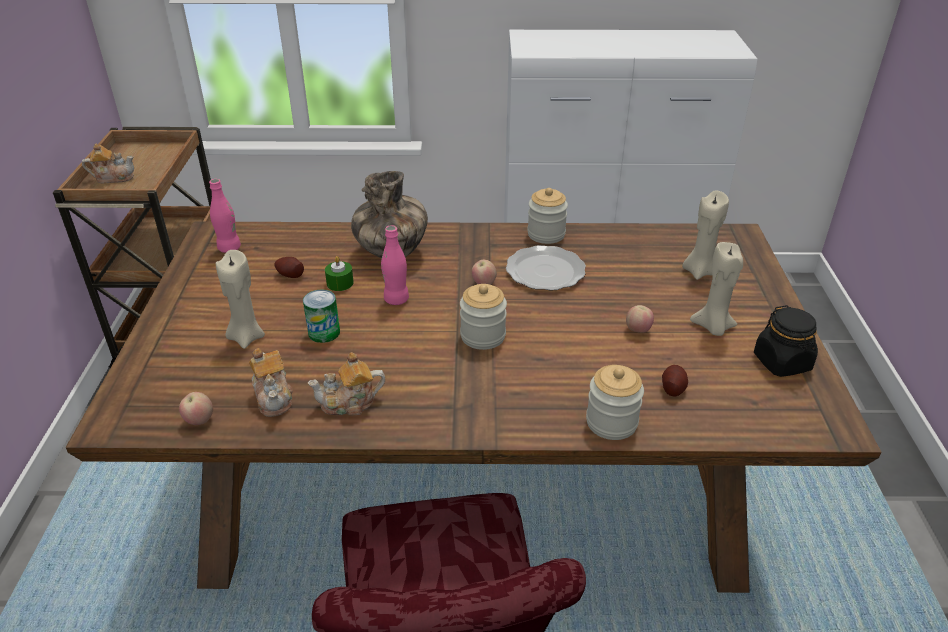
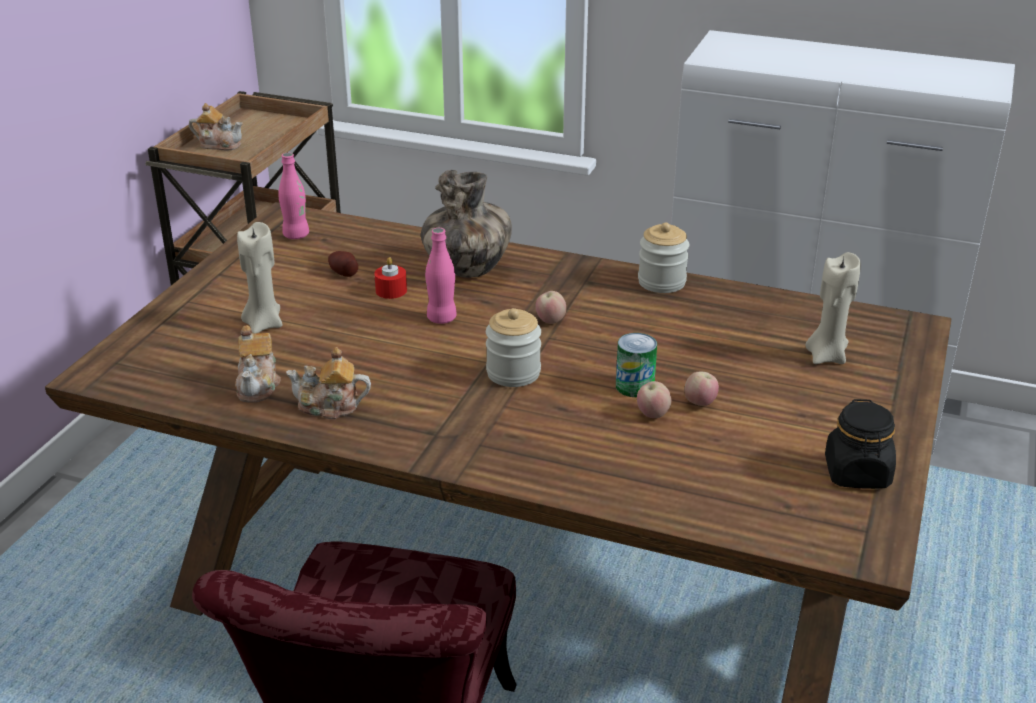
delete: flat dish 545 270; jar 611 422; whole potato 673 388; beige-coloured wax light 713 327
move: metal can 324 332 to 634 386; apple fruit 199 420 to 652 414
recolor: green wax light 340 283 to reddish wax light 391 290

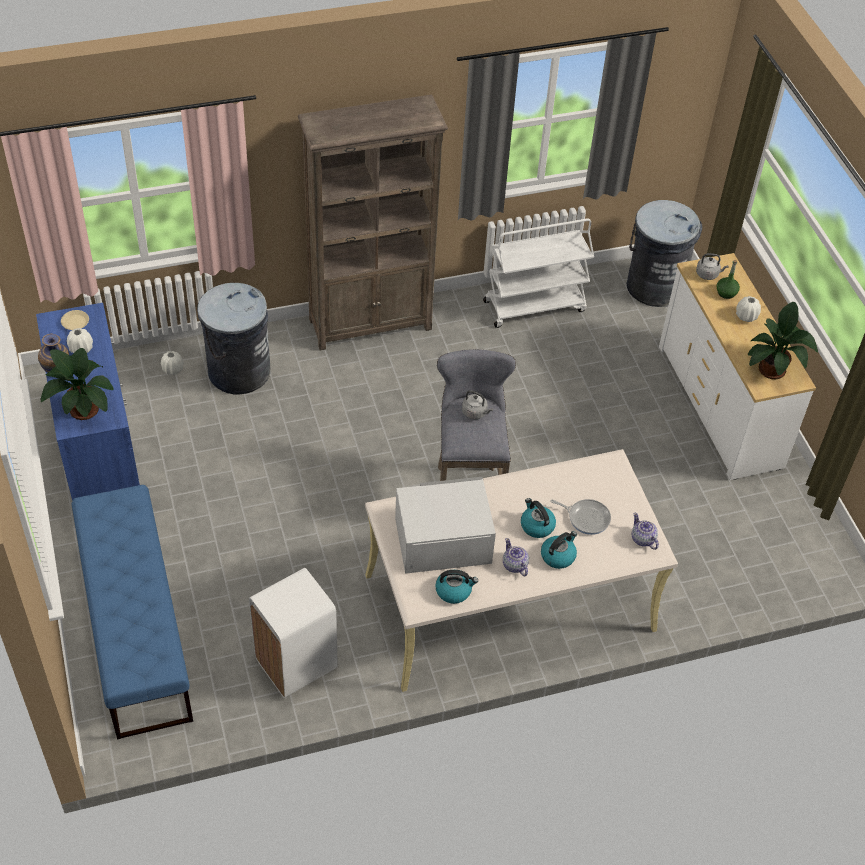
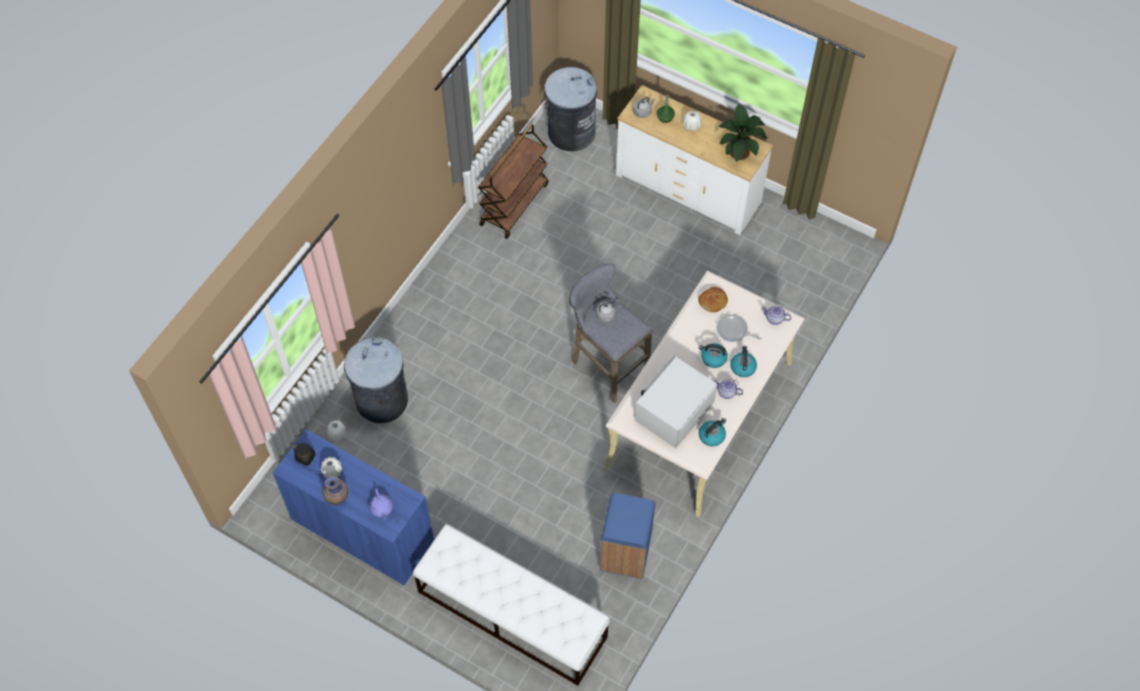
delete: brown bookshelf 371 324
insert: bakery bread 713 302
replace: beige-coloured flat dish 75 322 to blackish jar 305 457; plant in a pot 82 407 to purple pot for tea 382 508
recolor: bluish long seat 136 627 to white-coloured long seat 511 614; white-coloured cart 535 305 to brown cart 514 204; white-coloured waste bin 295 663 to bluish waste bin 624 553
rotate: frying pan 586 518 = 733 331 135 degrees counterclockwise

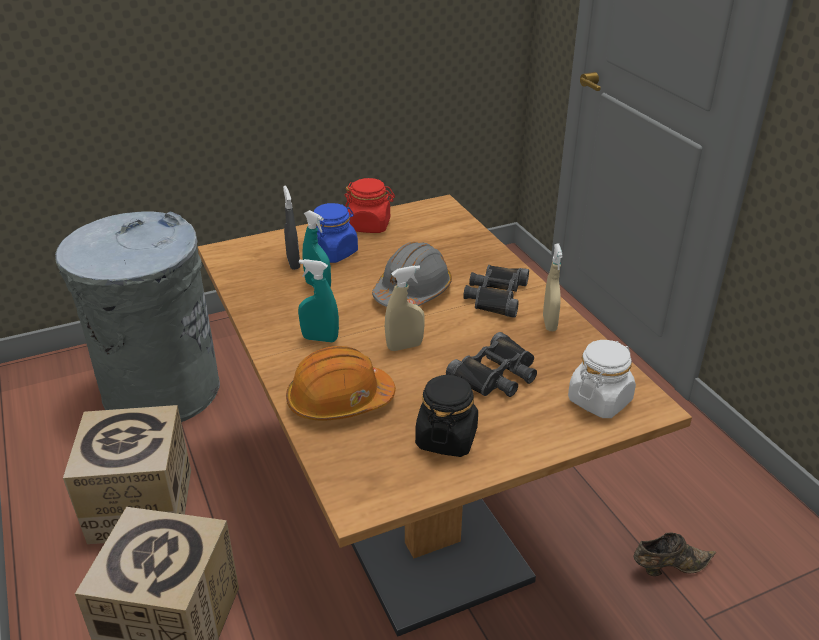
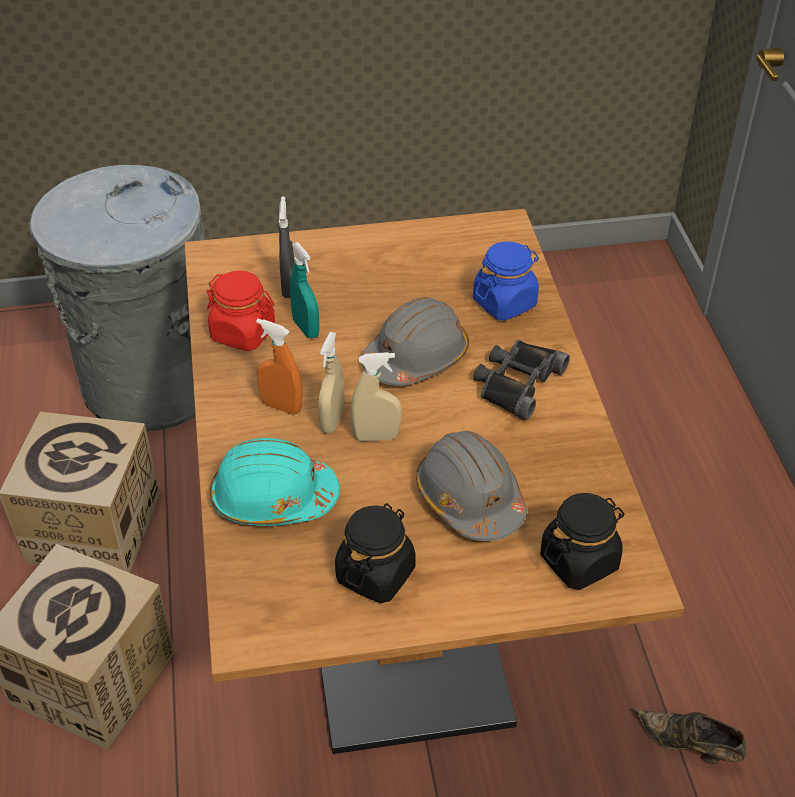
move: reddish jar 369 225 to 243 333; beige-coloured sprayer 549 323 to 332 421; bluish jar 333 252 to 505 302
replace: blackish pair of binoculars 496 375 to grey hard hat 469 499
recolor: orangey hard hat 339 401 to blue-green hard hat 273 498; blue-green sprayer 320 339 to orangey sprayer 281 406; white-coloured jar 599 400 to blackish jar 579 561
rotate: brown item of footwear 668 567 = 689 747 150 degrees counterclockwise

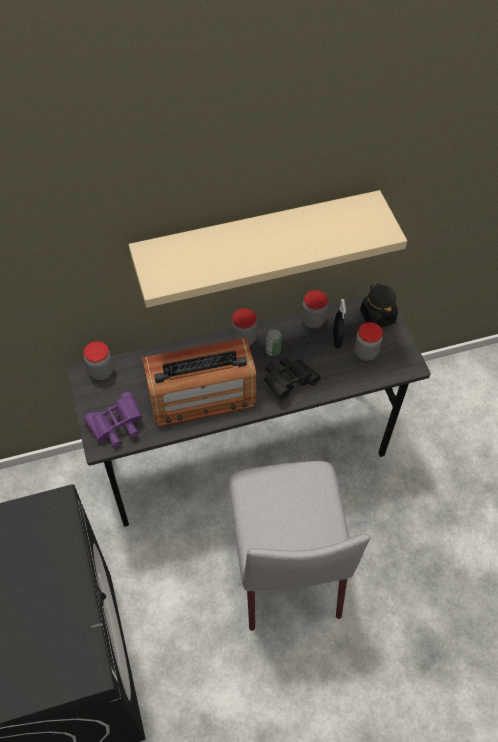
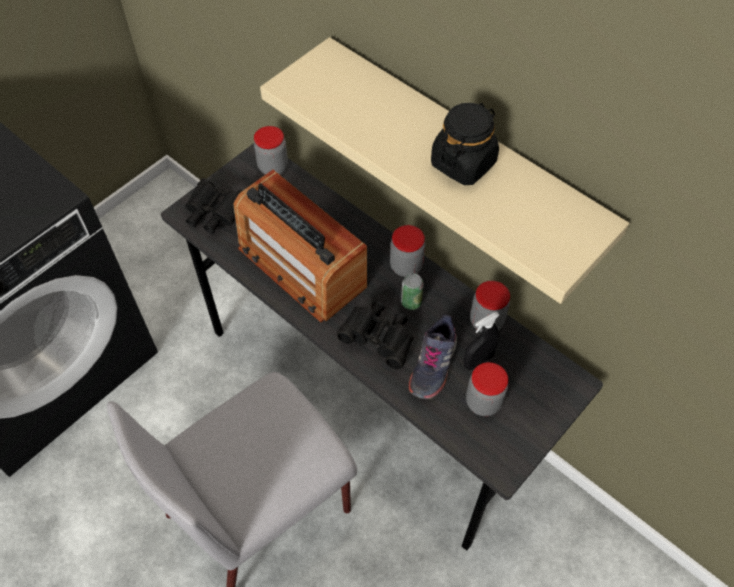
insert: grey item of footwear 432 365
move: blackish jar 377 316 to 463 163
recolor: purple pair of binoculars 117 427 to blackish pair of binoculars 215 214

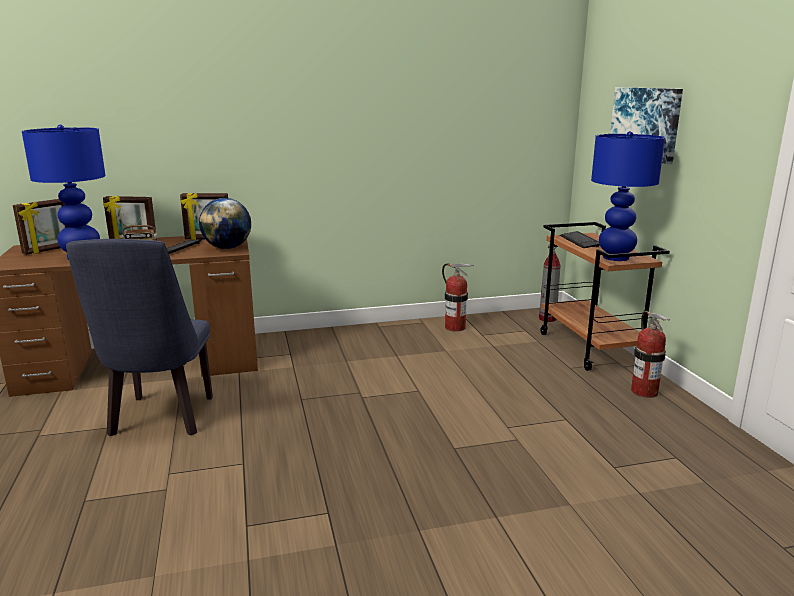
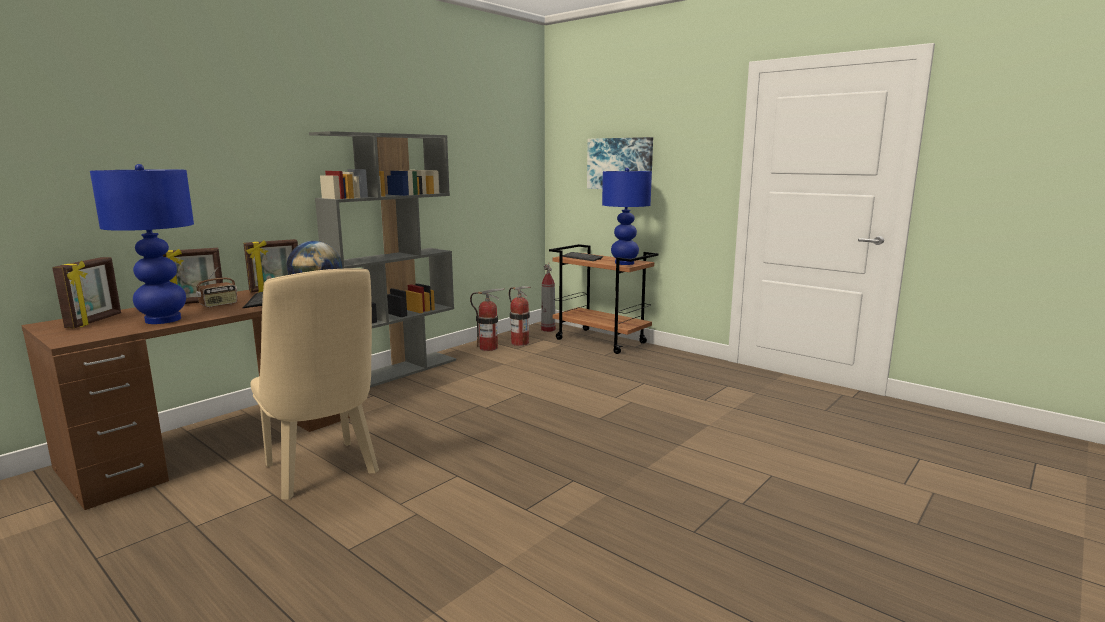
insert: grey bookshelf 397 371
move: extinguisher 644 391 to 520 343
recolor: bluish chair 160 420 to beige-coloured chair 324 473

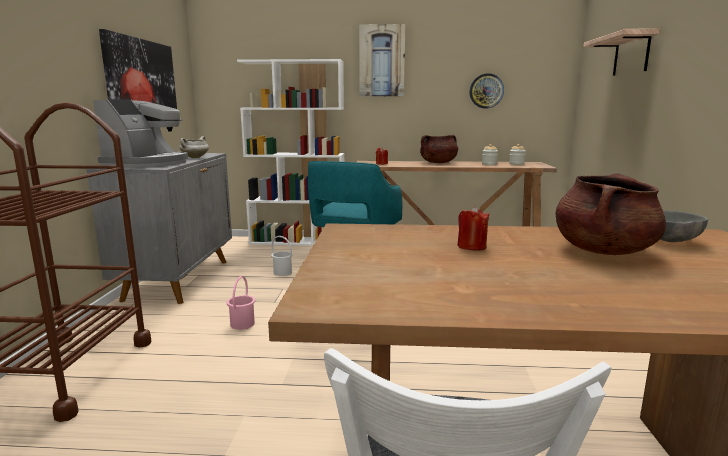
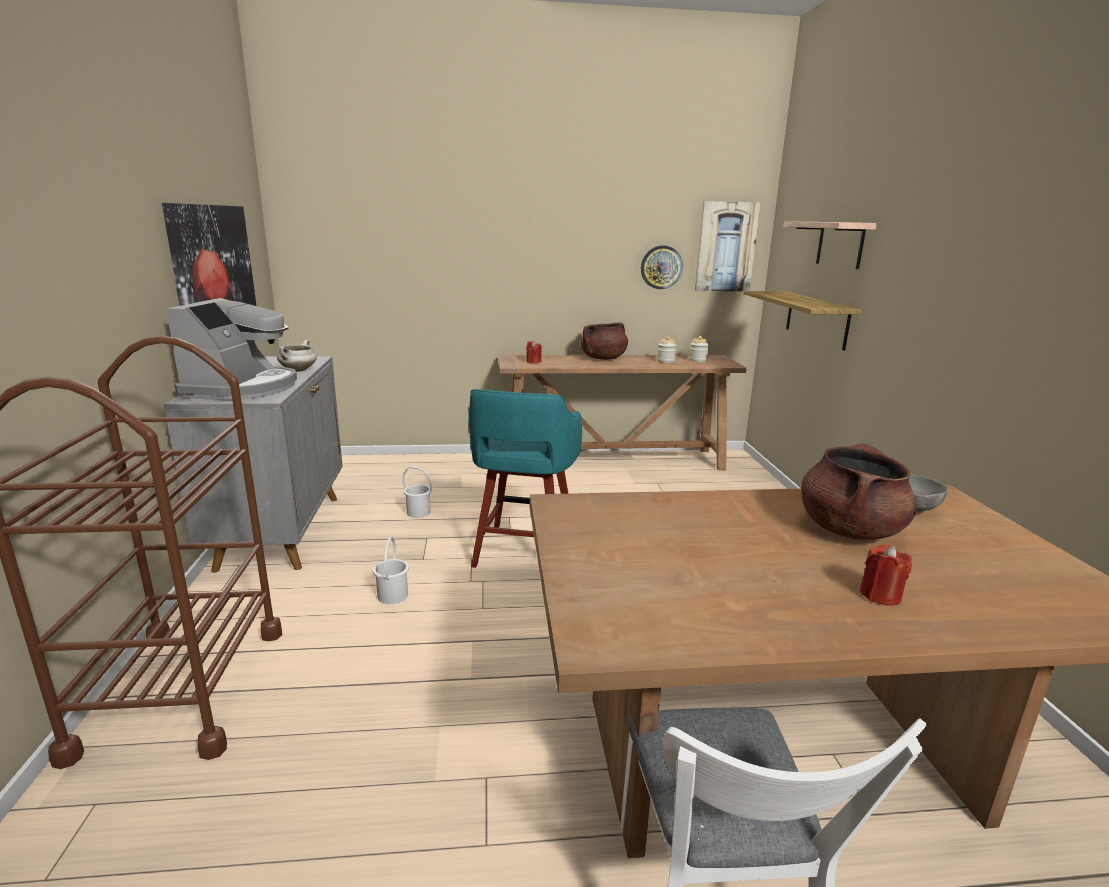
delete: white-coloured bookshelf 298 241
insert: shelf 816 319
move: picture 382 61 to 726 247; reddish wax light 471 246 to 880 595
recolor: pink pail 242 324 to white-coloured pail 392 596

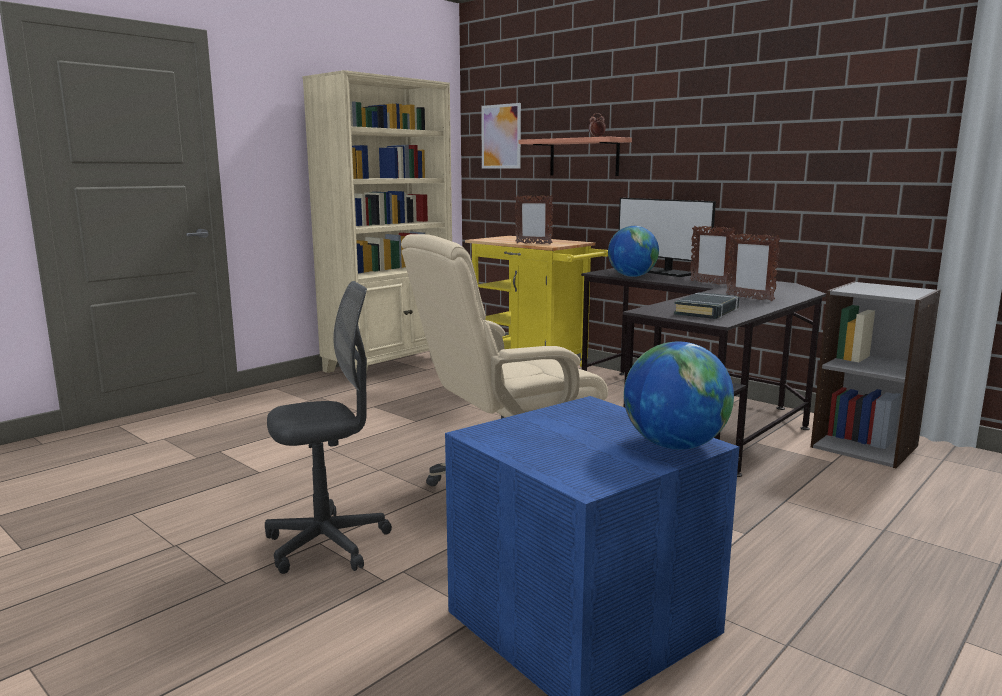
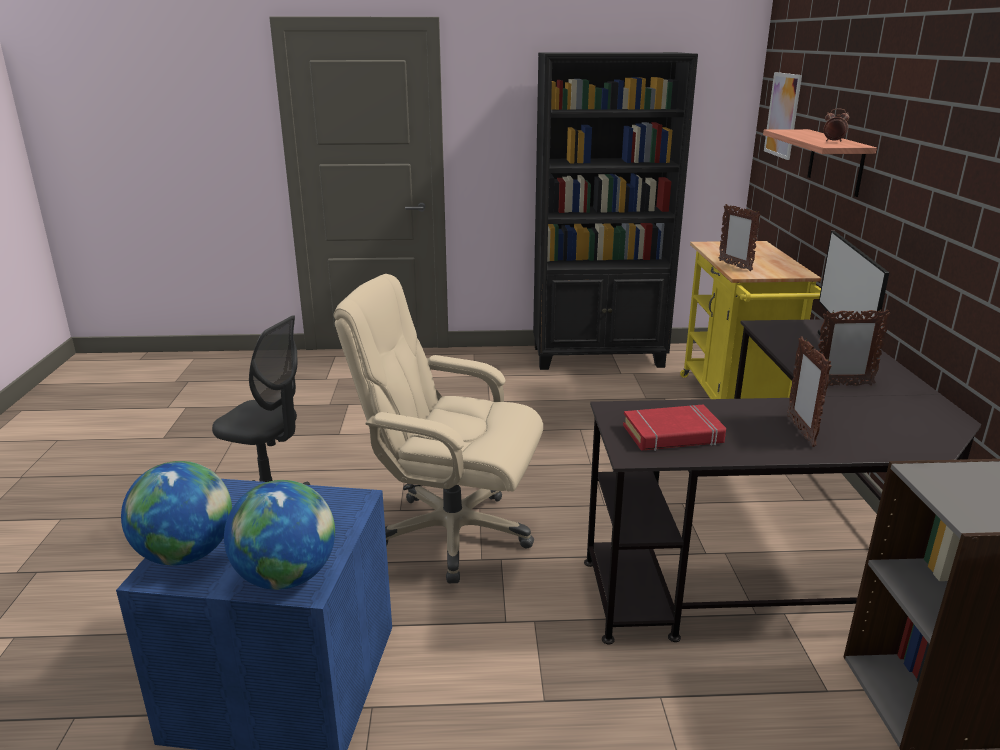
move: world globe 632 276 to 186 554
recolor: beige-coloured bookshelf 390 365 to blackish bookshelf 599 357; blackish volume 707 311 to reddish volume 673 435
rotate: picture frame 710 283 = 842 385 90 degrees counterclockwise

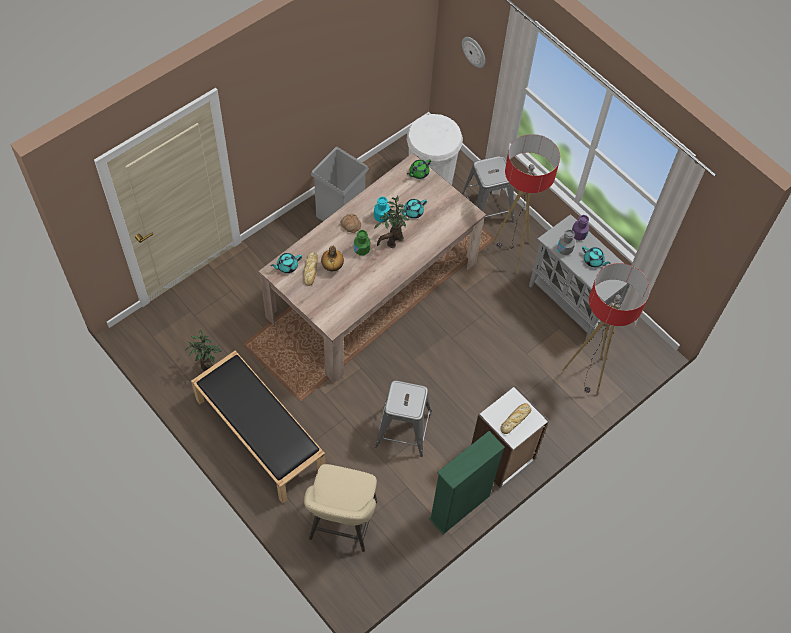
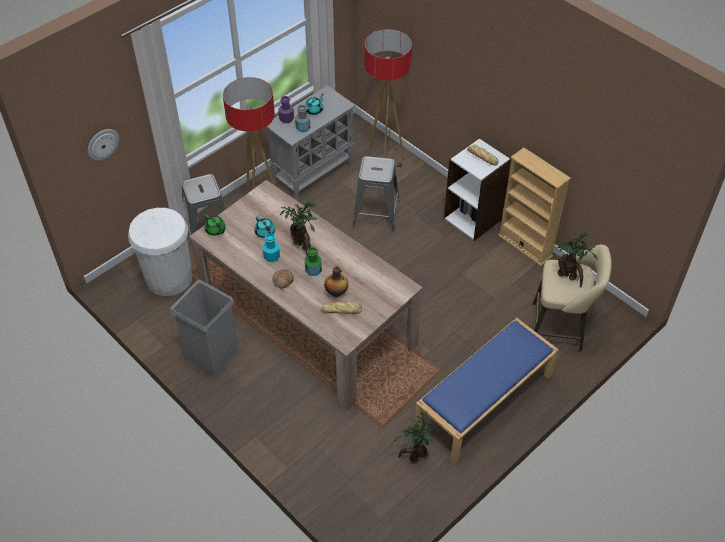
delete: blue-green pot for tea 287 266
insert: plant in a pot 569 277
move: grey sitting stool 403 429 to 375 214
recolor: blackish long seat 259 434 to bluish long seat 484 402; green bookshelf 459 507 to beige-coloured bookshelf 525 245

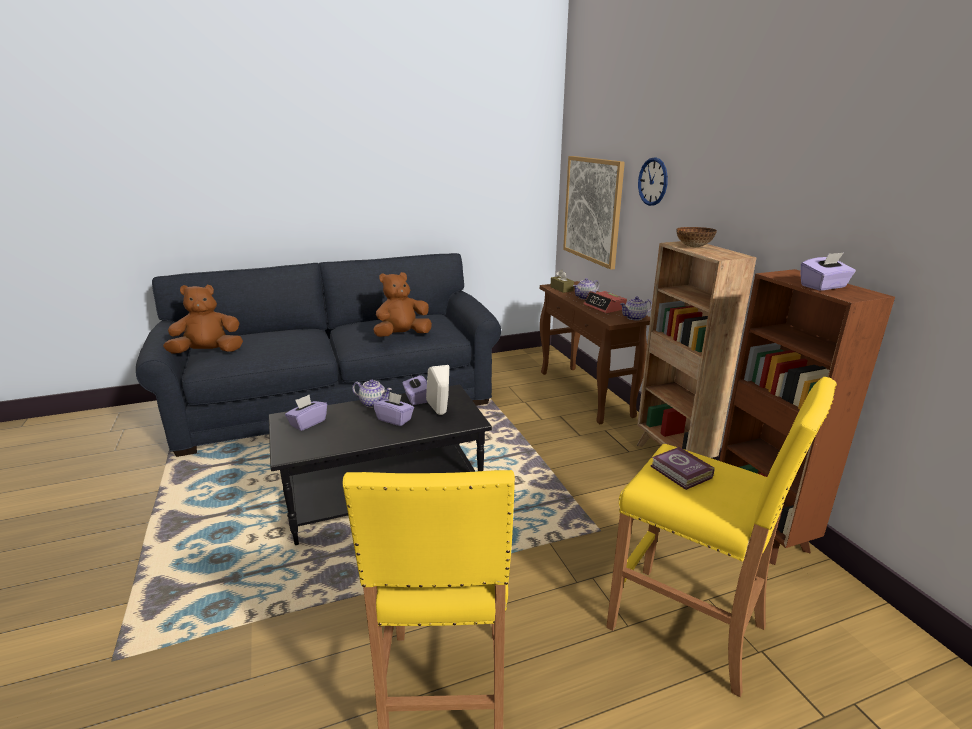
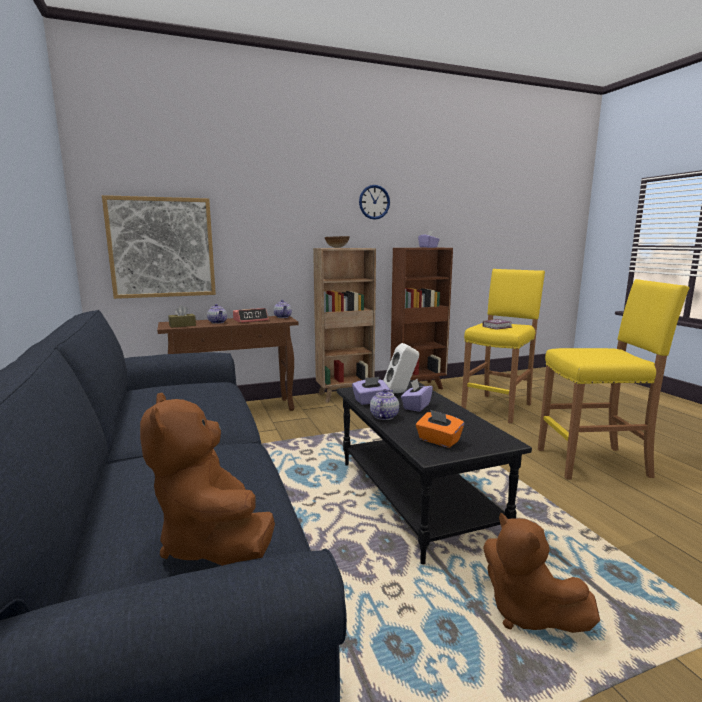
move: wall clock 653 181 to 374 202; brown cuddly toy 402 335 to 526 612
recolor: purple tissue box 307 423 to orangey tissue box 438 441

